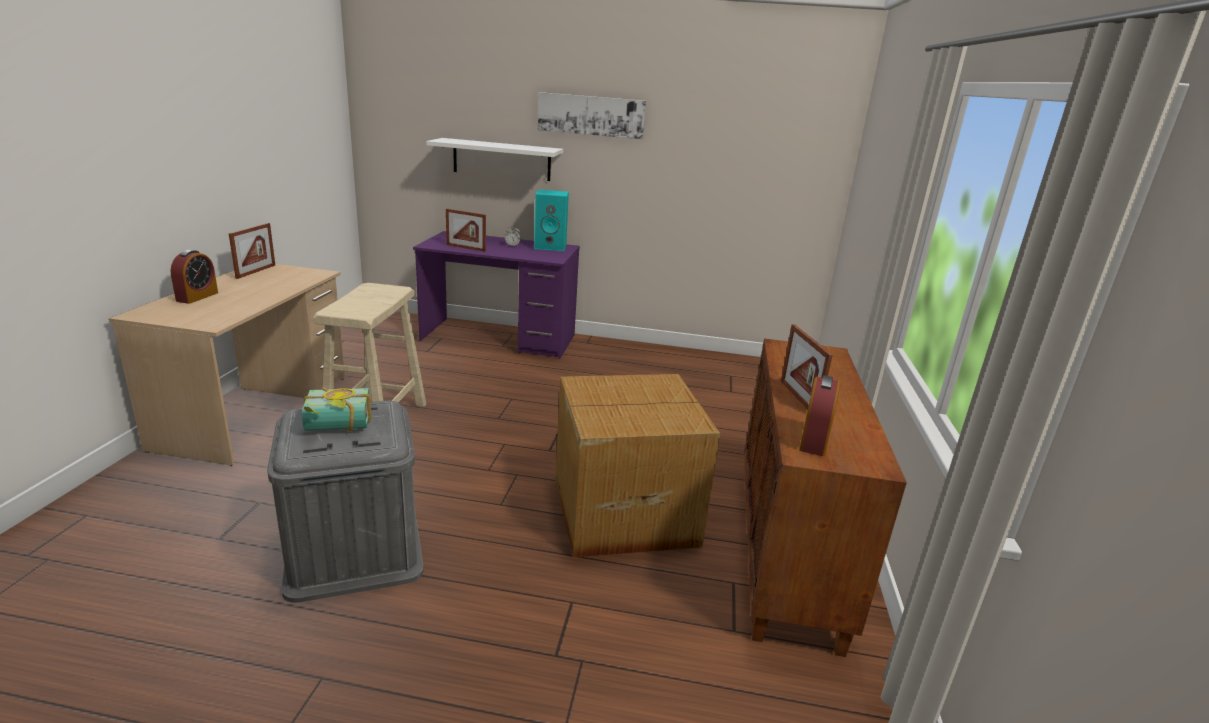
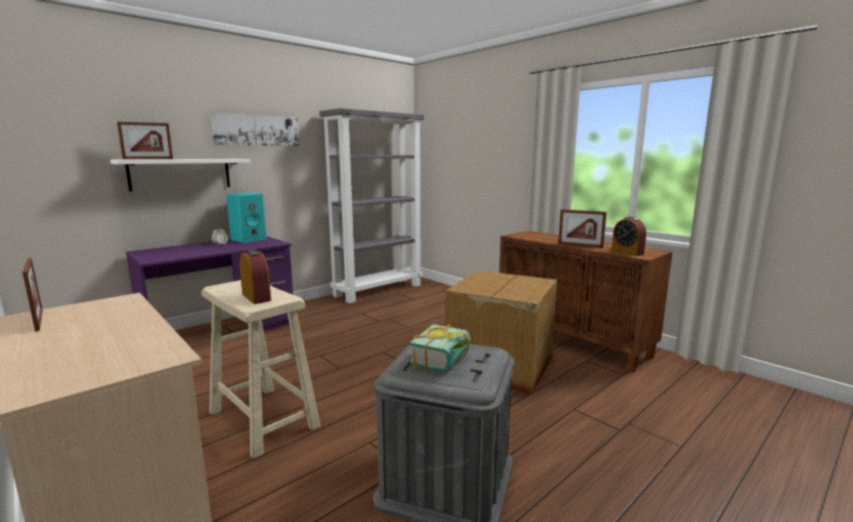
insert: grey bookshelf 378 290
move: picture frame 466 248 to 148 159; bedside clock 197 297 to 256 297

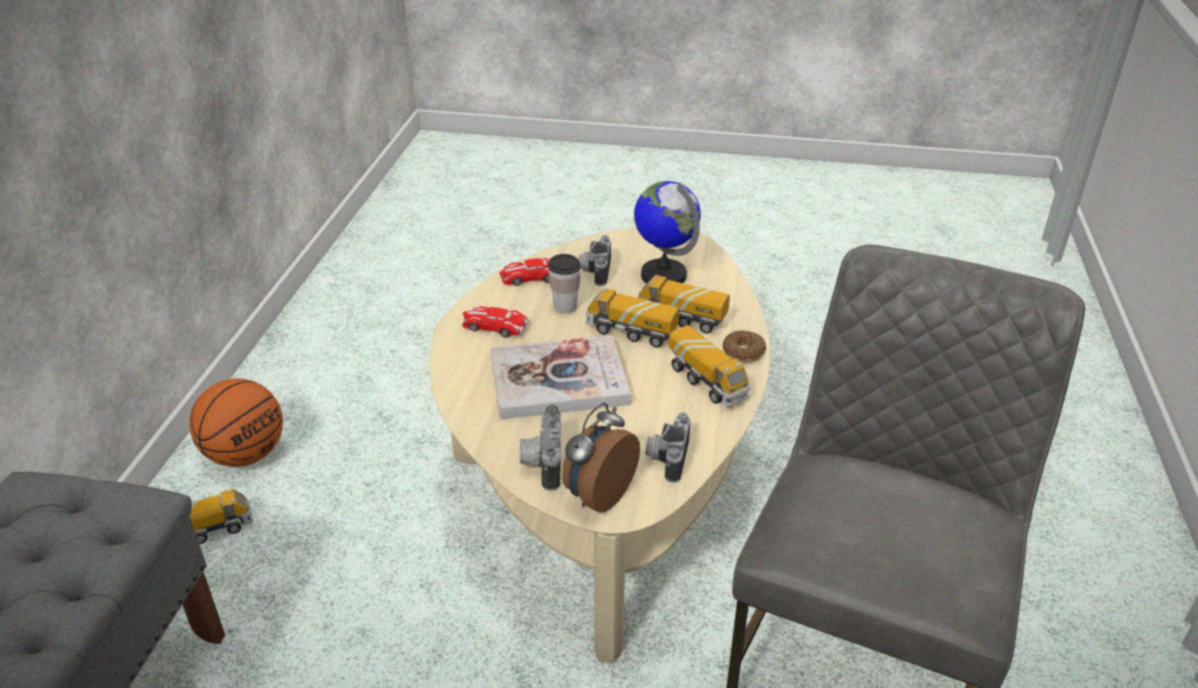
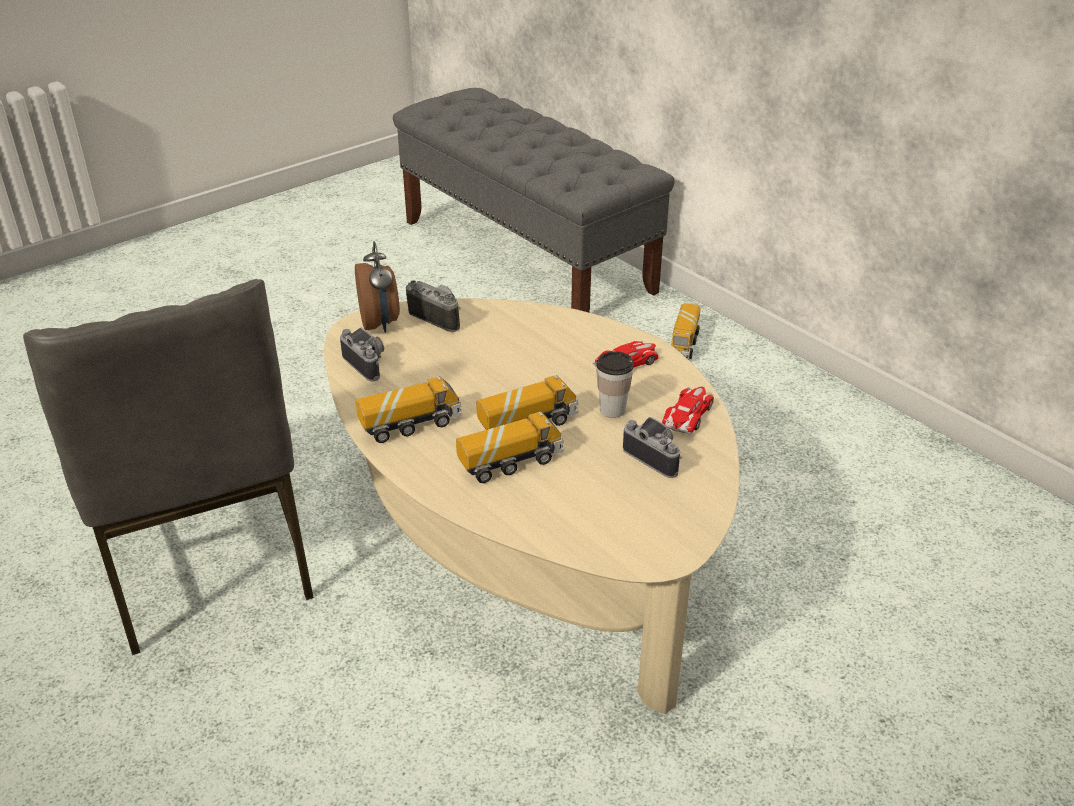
delete: basketball 245 454; volume 558 380; world globe 663 275; donut 743 352
rotate: toy lorry 707 382 = 411 425 150 degrees clockwise

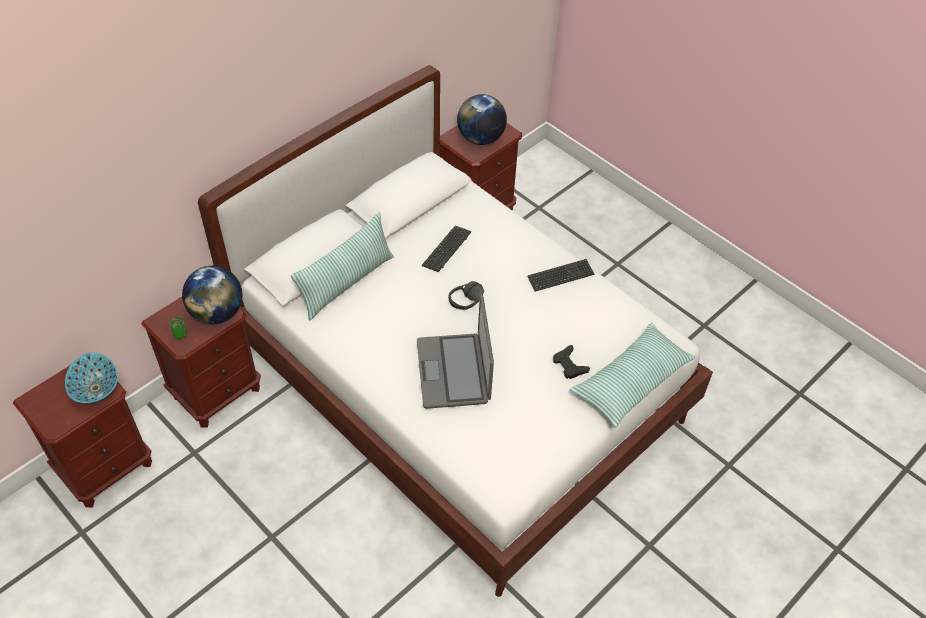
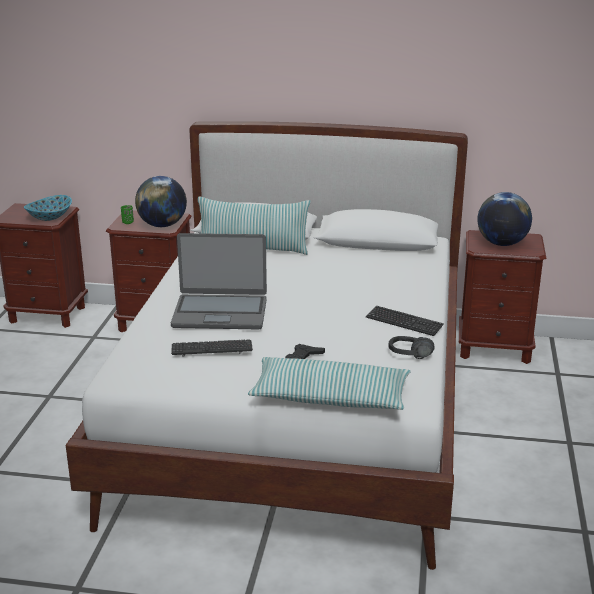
move: PC keyboard 446 249 to 212 349; blackish headset 470 304 to 410 358
rotate: portable computer 454 371 = 220 313 135 degrees counterclockwise

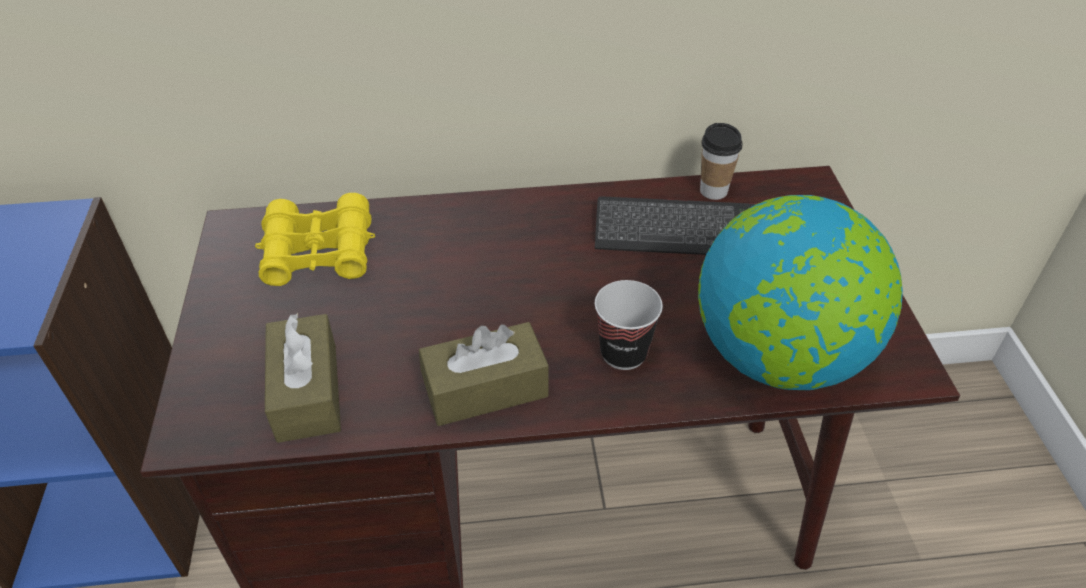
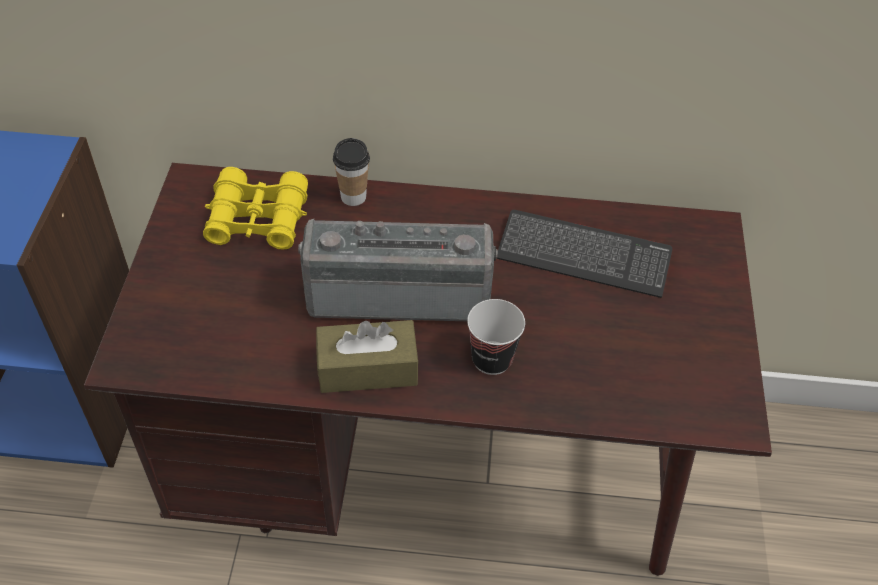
delete: brown tissue box 307 392; world globe 778 357
insert: radio 399 292
move: cup 713 191 to 353 197

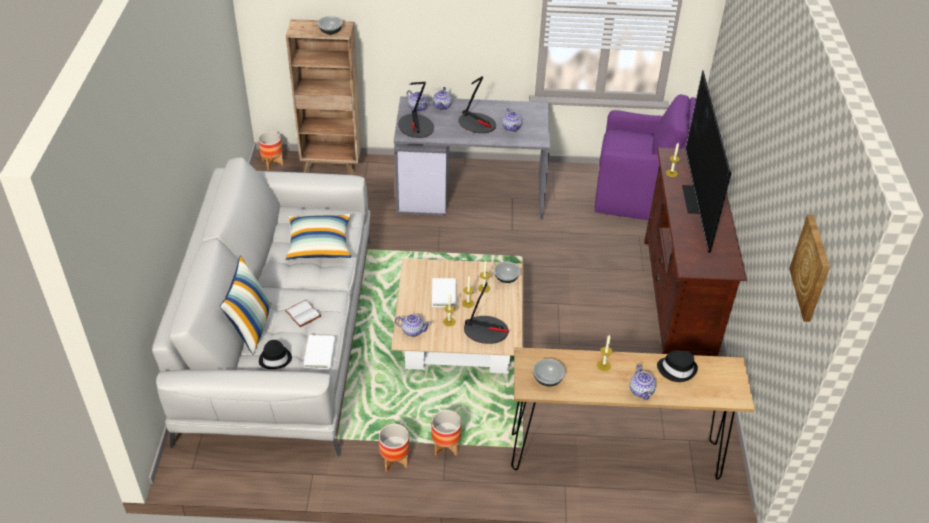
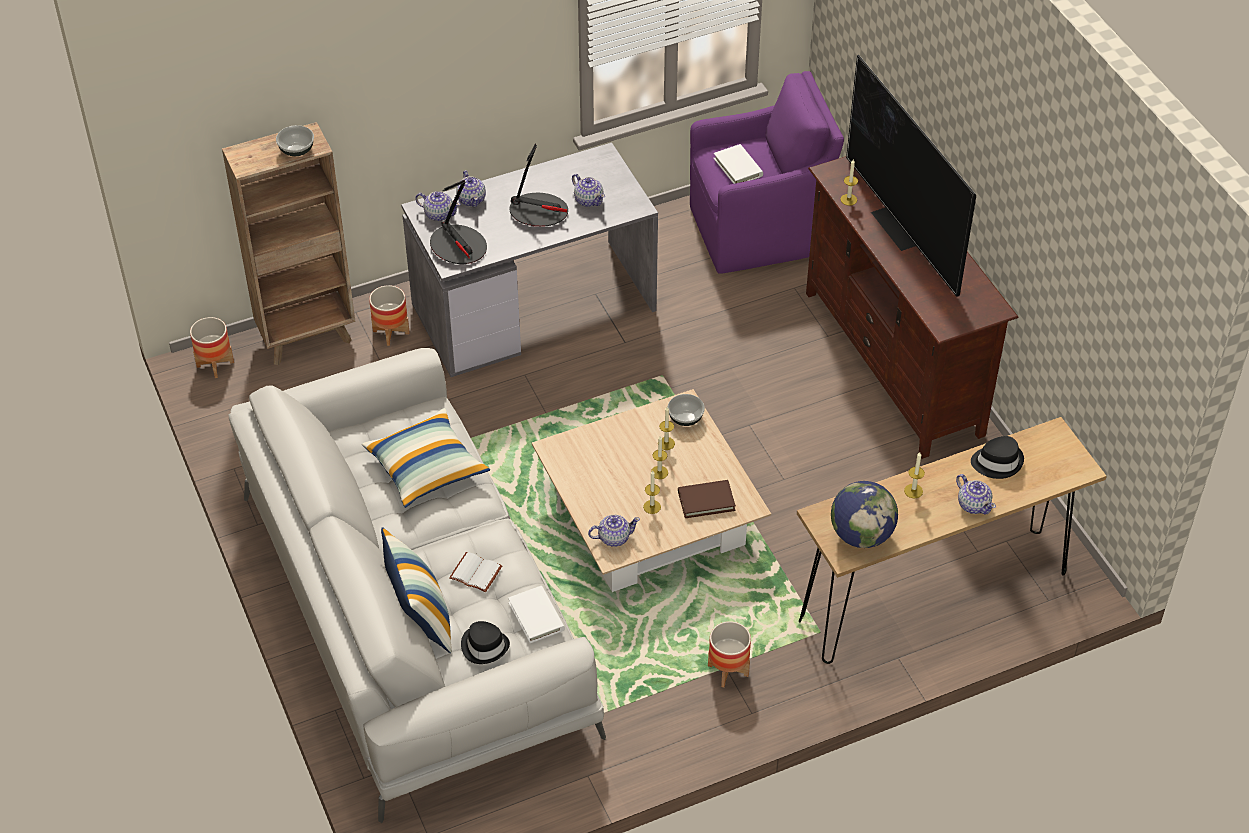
delete: picture 812 268
move: plant pot 394 460 to 391 332; white-coloured volume 444 294 to 738 167
replace: tabletop lamp 486 331 to brown volume 706 501; bowl 548 379 to world globe 861 535

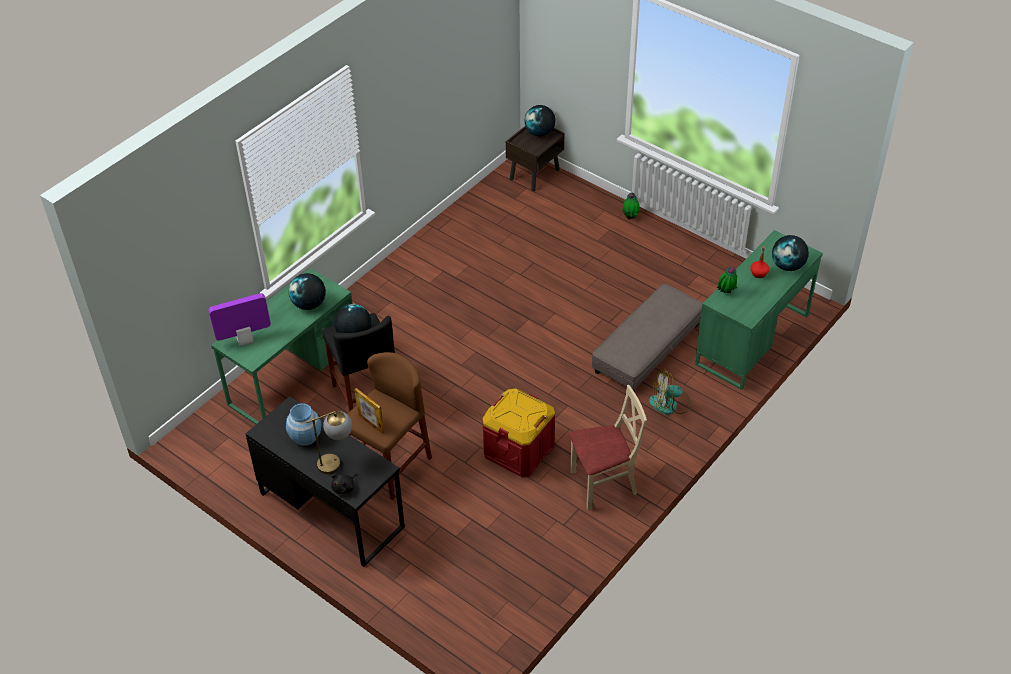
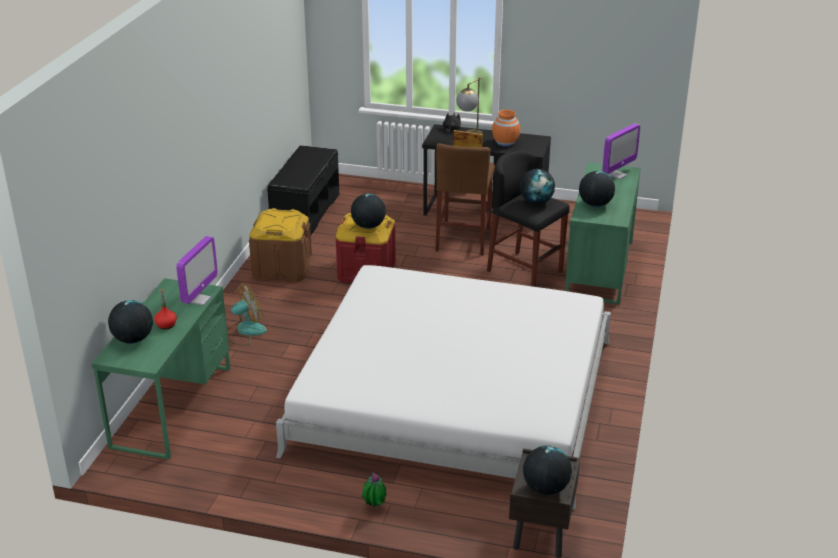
delete: grey ottoman 647 348
insert: blackish long seat 305 212; white-coloured bedroom bed 453 395; world globe 368 226
replace: plant in a pot 725 293 to computer display 199 299; beige-coloured chair 603 484 to brown storage bin 282 269
recolor: bluish vase 305 437 to orangey vase 505 142

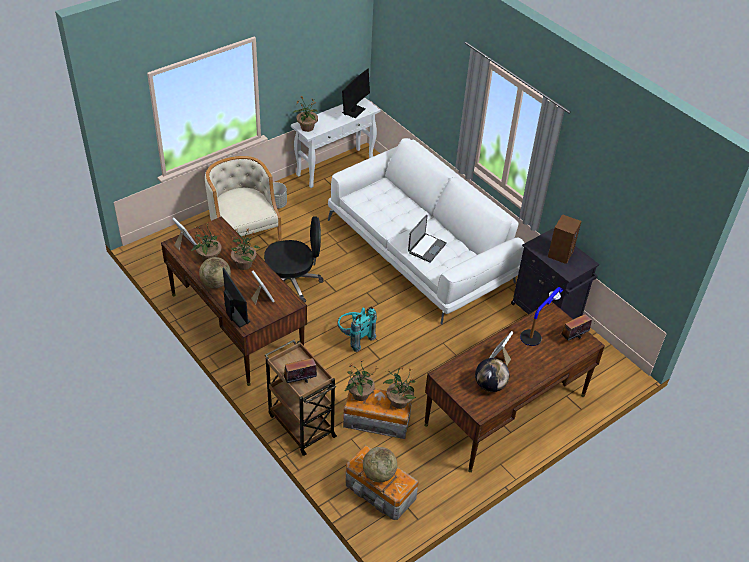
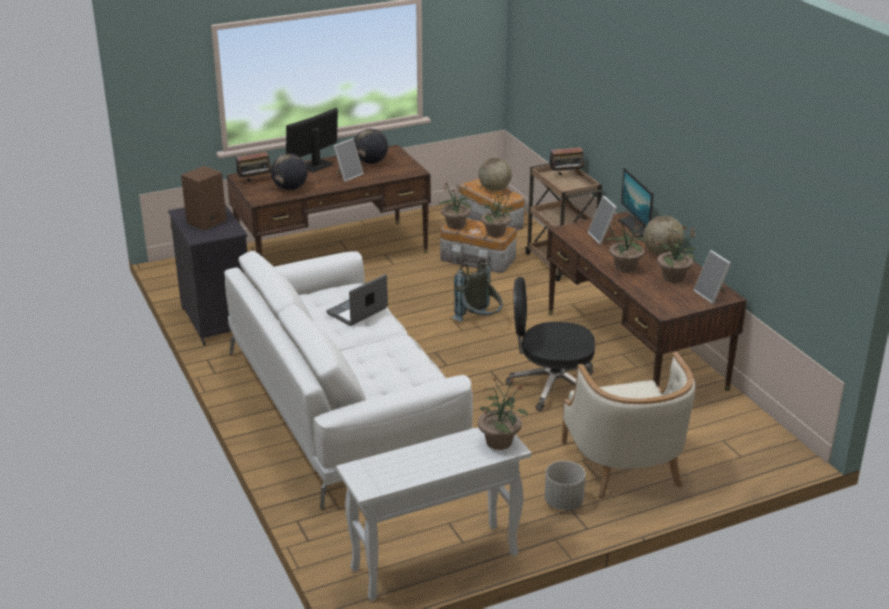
move: computer display 354 111 to 315 166
replace: tabletop lamp 537 331 to world globe 290 188
recolor: blue-green backpack 354 338 to grey backpack 480 322

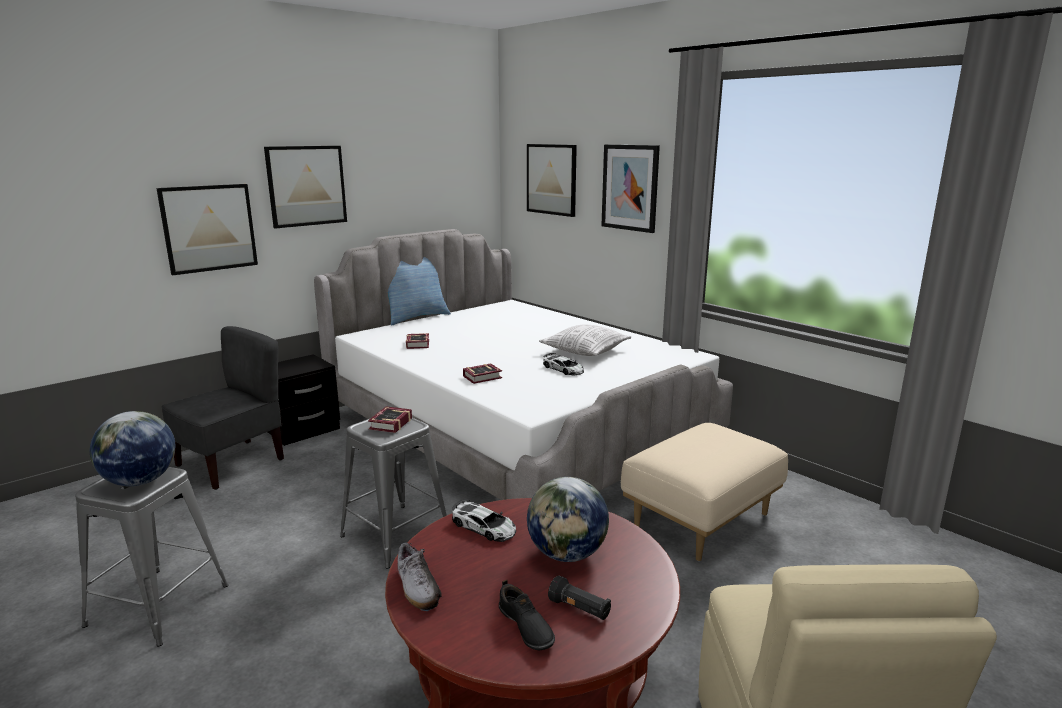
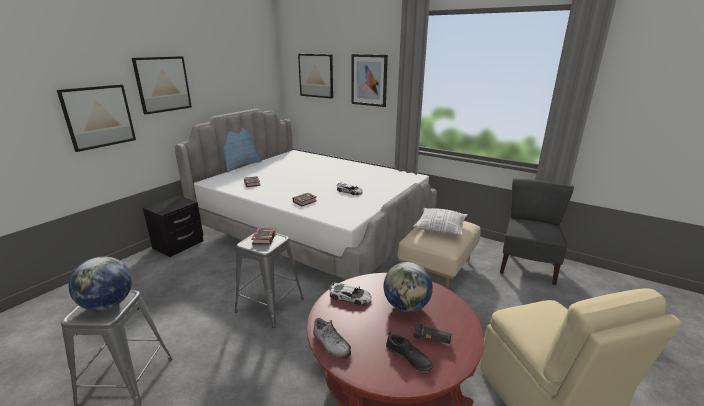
move: cushion 585 351 to 440 228; grey chair 232 463 to 527 266

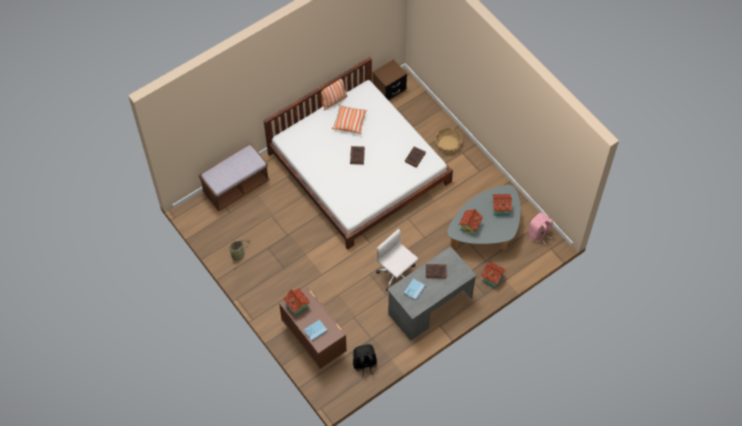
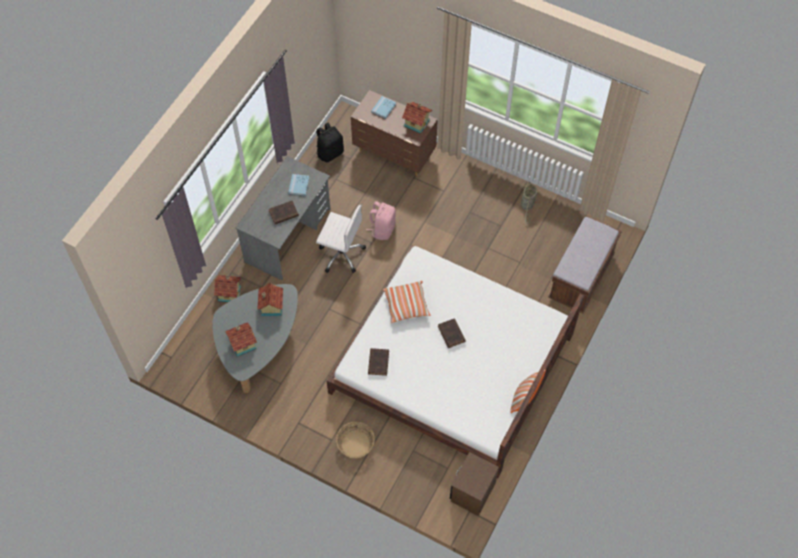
move: pink backpack 539 234 to 382 229; cushion 349 122 to 406 305

